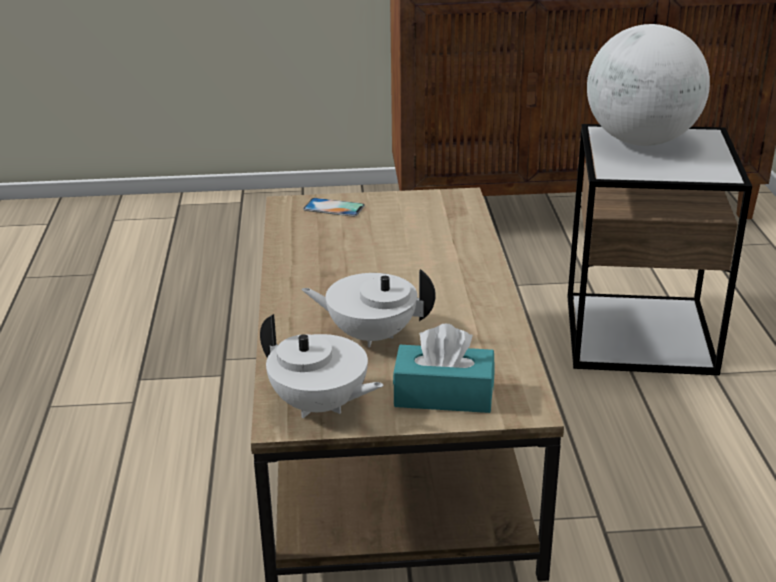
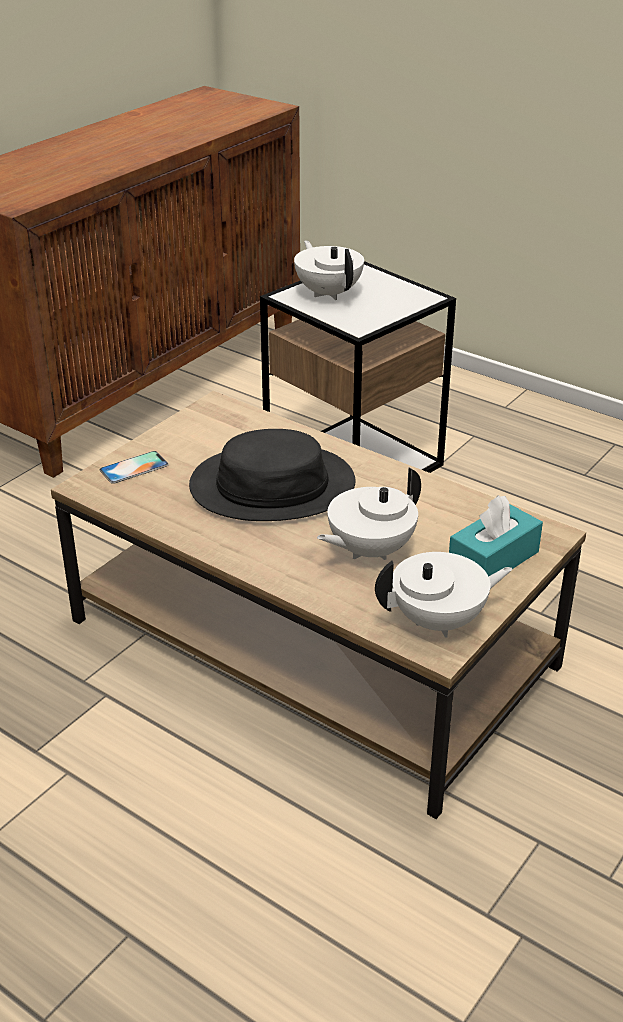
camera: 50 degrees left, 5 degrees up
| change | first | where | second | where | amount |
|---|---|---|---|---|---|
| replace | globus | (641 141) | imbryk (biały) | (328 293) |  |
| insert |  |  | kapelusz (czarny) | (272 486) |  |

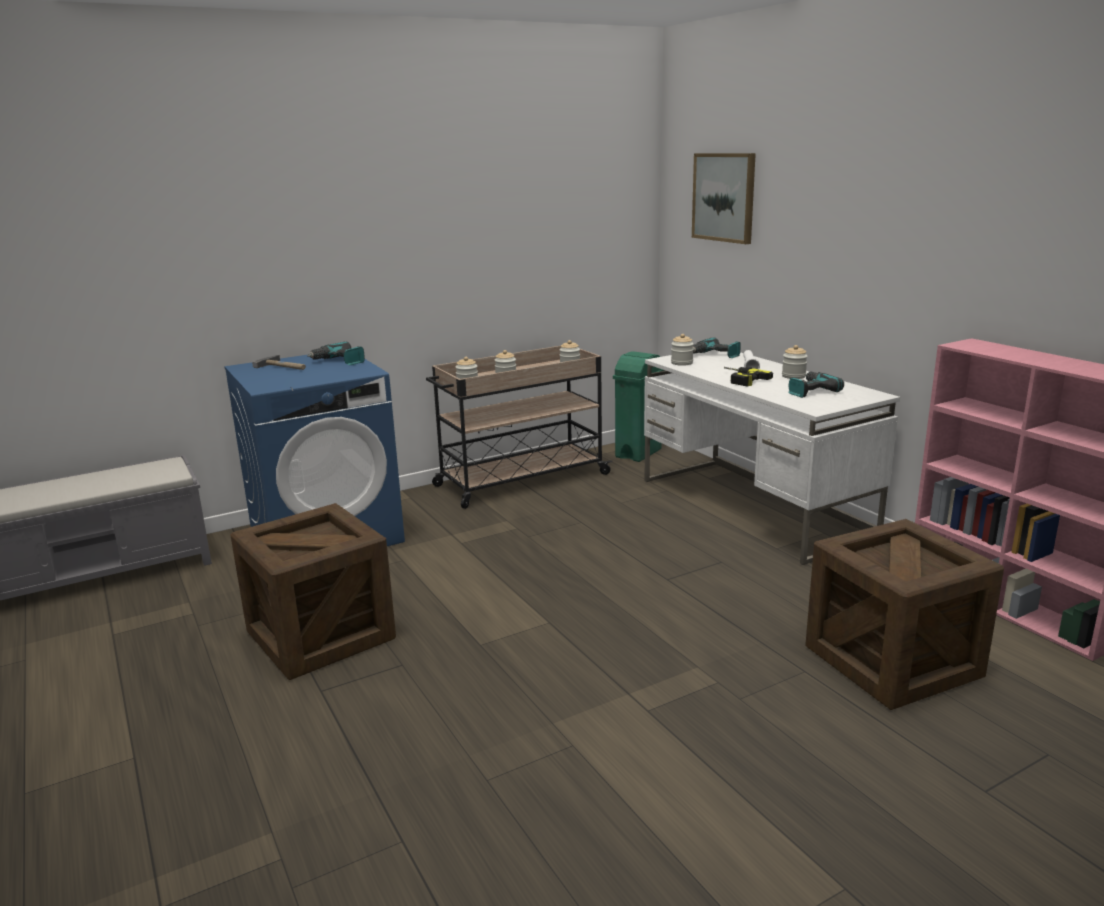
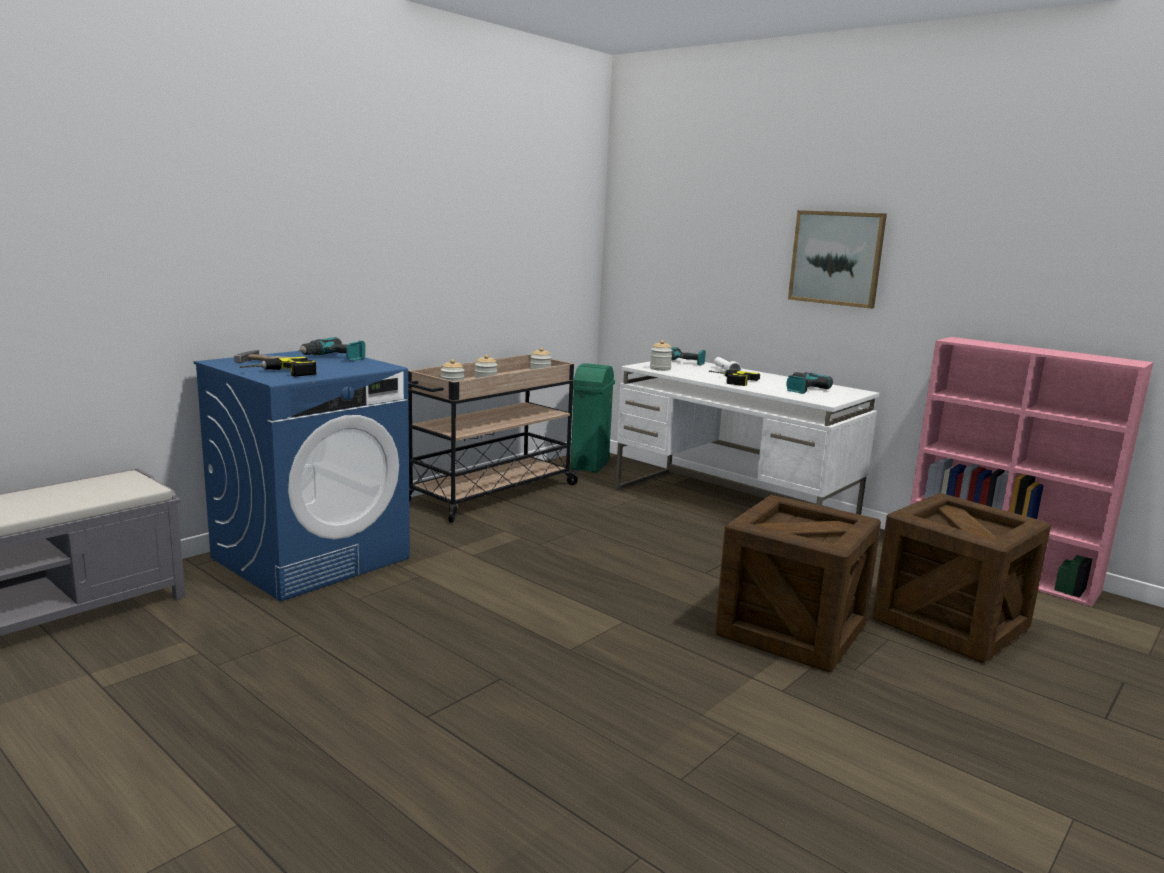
camera: 20 degrees left, 5 degrees down
| change | first | where | second | where | amount |
|---|---|---|---|---|---|
| move | skrzynka | (321 635) |  | (791 630) |  |
| move | obraz | (724 197) |  | (836 258) |  |
| delete | słoik | (793 376) |  |  |  |
| insert |  |  | wiertarka | (281 373) |  |

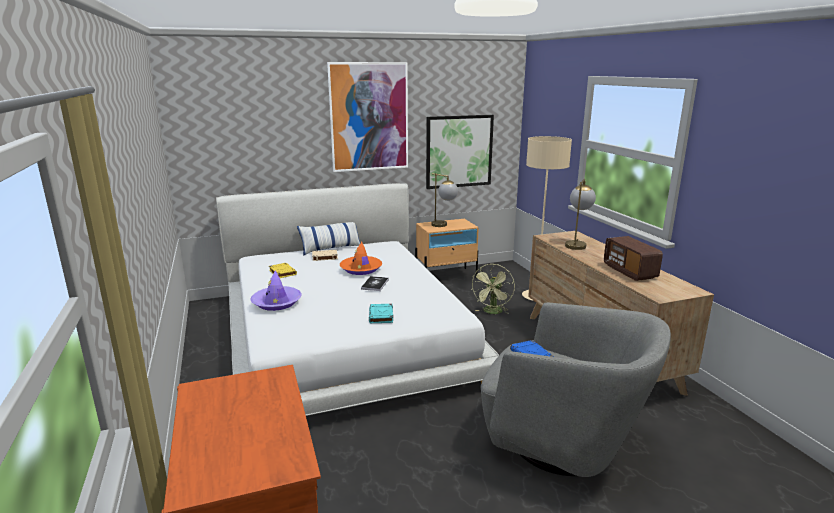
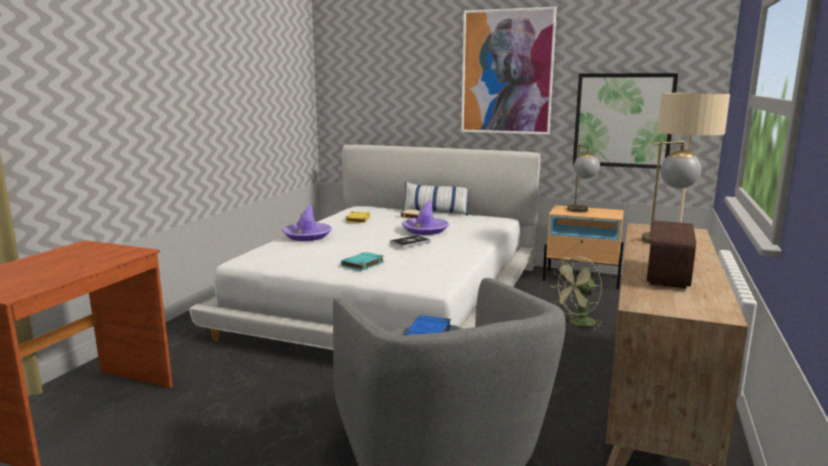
camera: 40 degrees right, 5 degrees down
| change | first | where | second | where | amount |
|---|---|---|---|---|---|
| recolor | kapelusz (pomarańczowy) | (361 269) | kapelusz (fioletowy) | (425 230) |  |

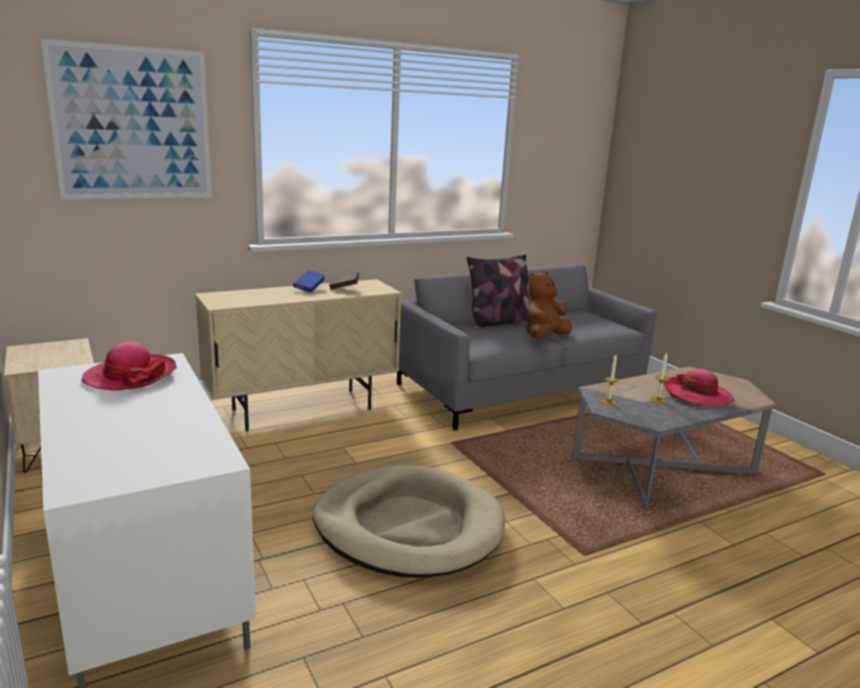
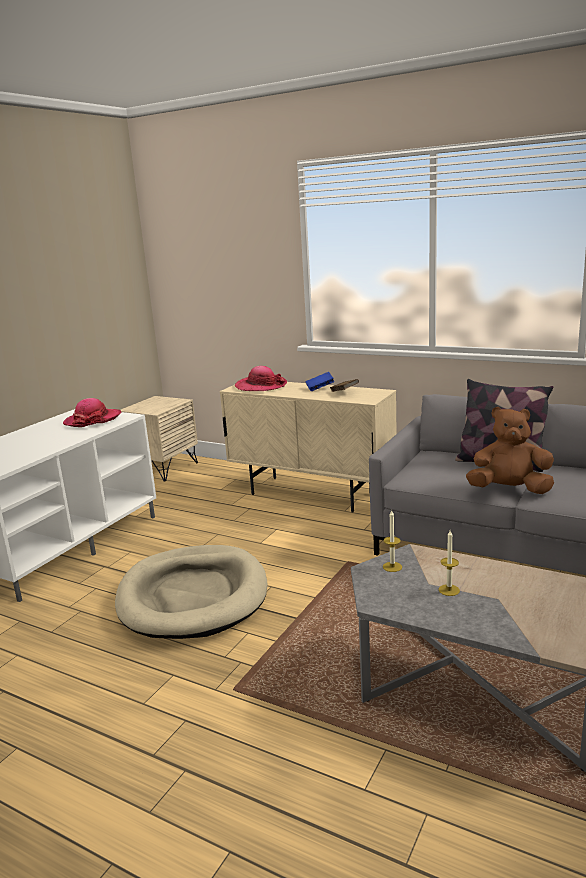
camera: 60 degrees right, 0 degrees up
| change | first | where | second | where | amount |
|---|---|---|---|---|---|
| delete | obraz | (133 124) |  |  |  |
| move | kapelusz | (697 394) |  | (261 386) |  |

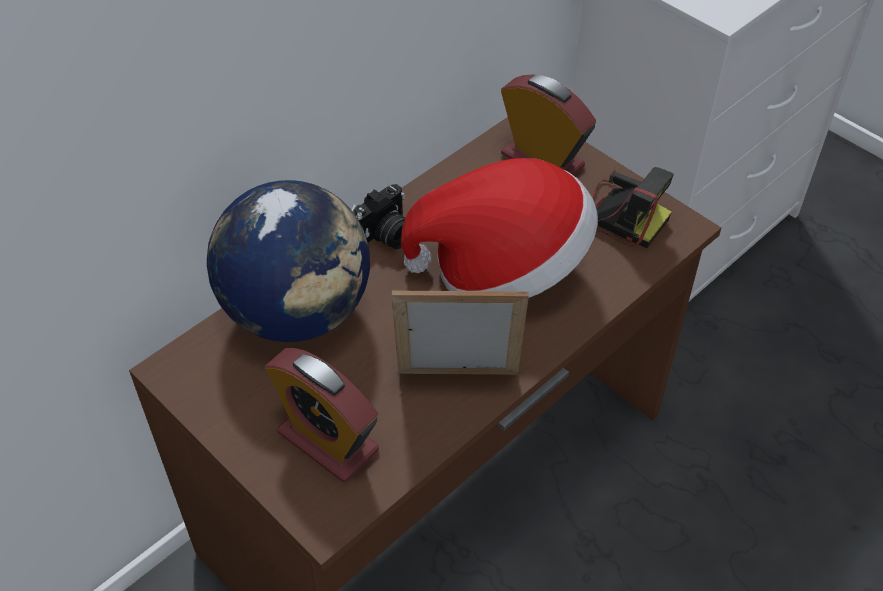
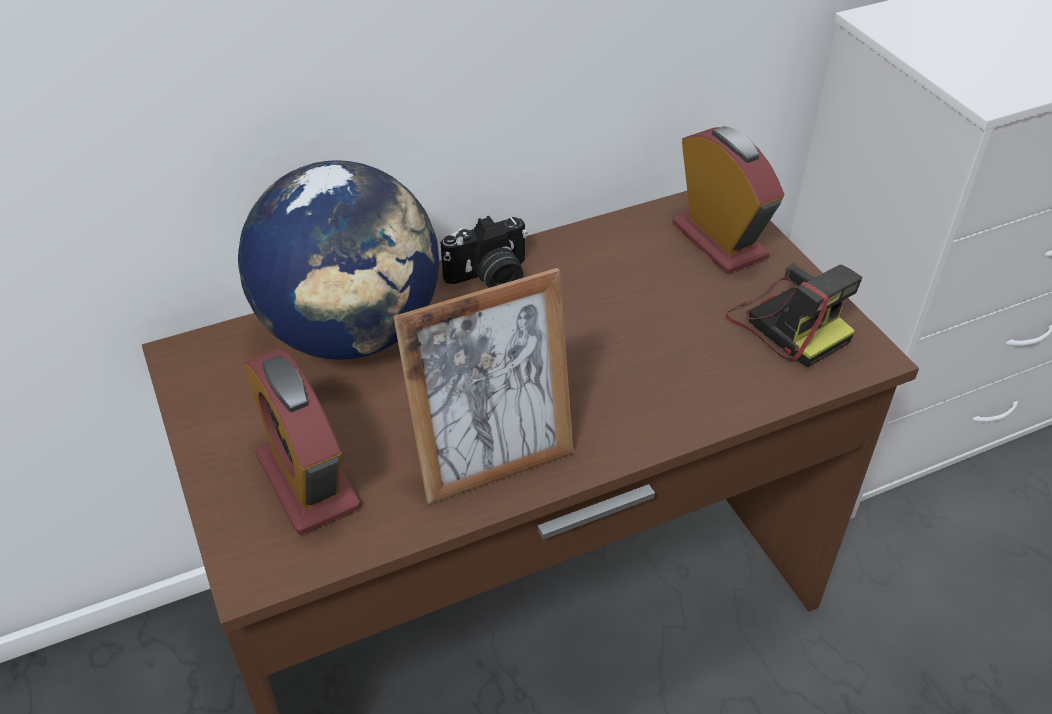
camera: 20 degrees right, 5 degrees down
| change | first | where | second | where | amount |
|---|---|---|---|---|---|
| rotate | ramka na zdjęcie | (458 385) |  | (493 462) | 135 degrees clockwise |
| delete | kapelusz | (503 267) |  |  |  |

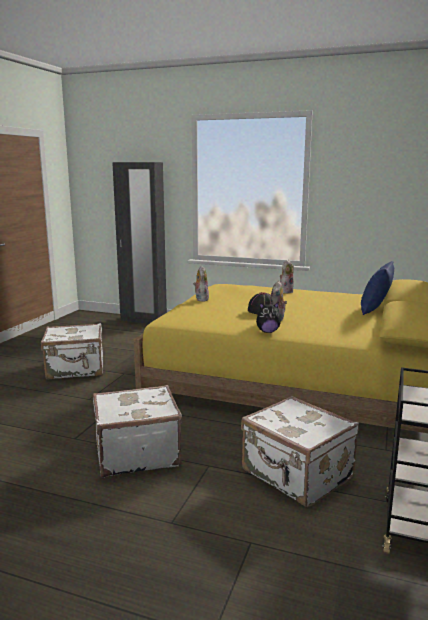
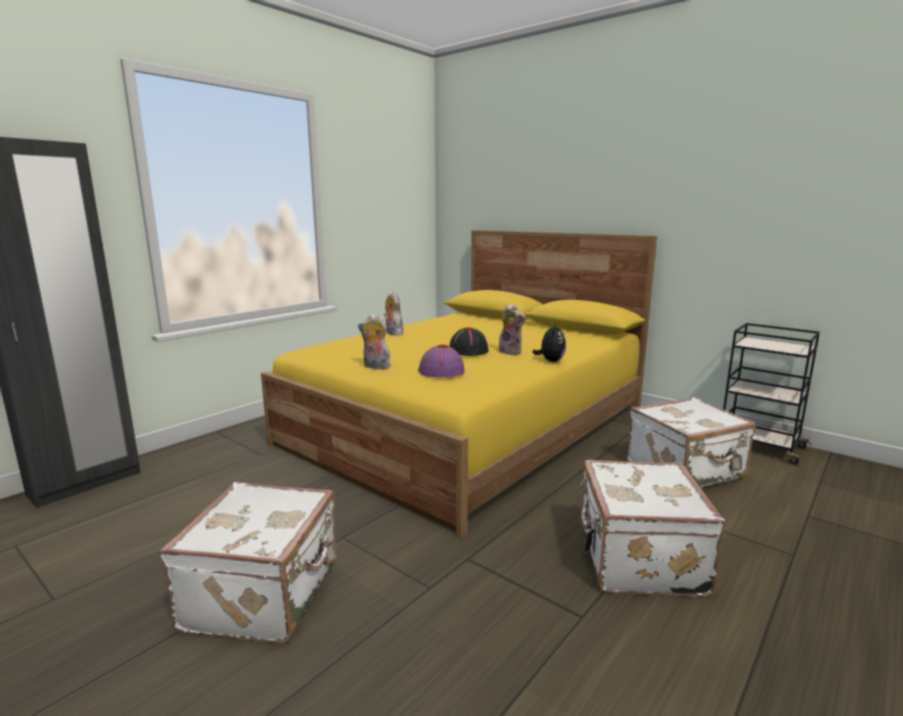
camera: 70 degrees left, 0 degrees up
| change | first | where | second | where | amount |
|---|---|---|---|---|---|
| delete | poduszka (niebieski) | (375 309) |  |  |  |
| insert |  |  | kapelusz (fioletowy) | (441 371) |  |

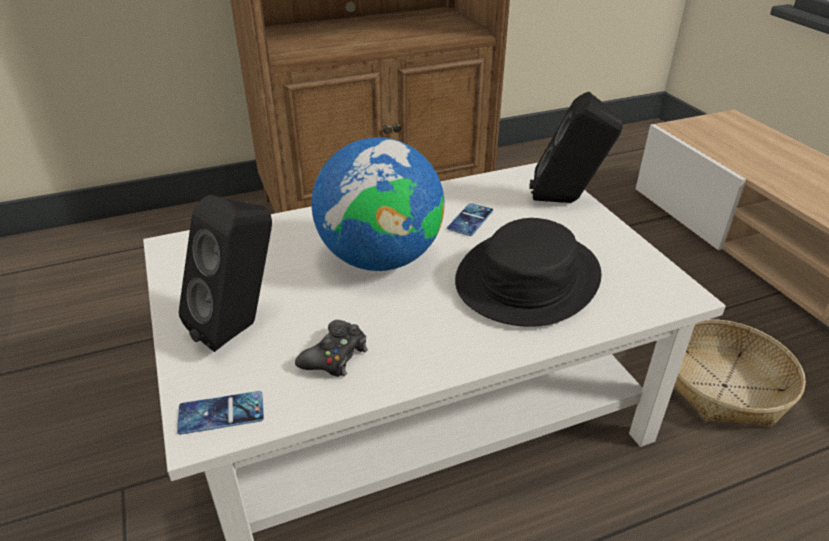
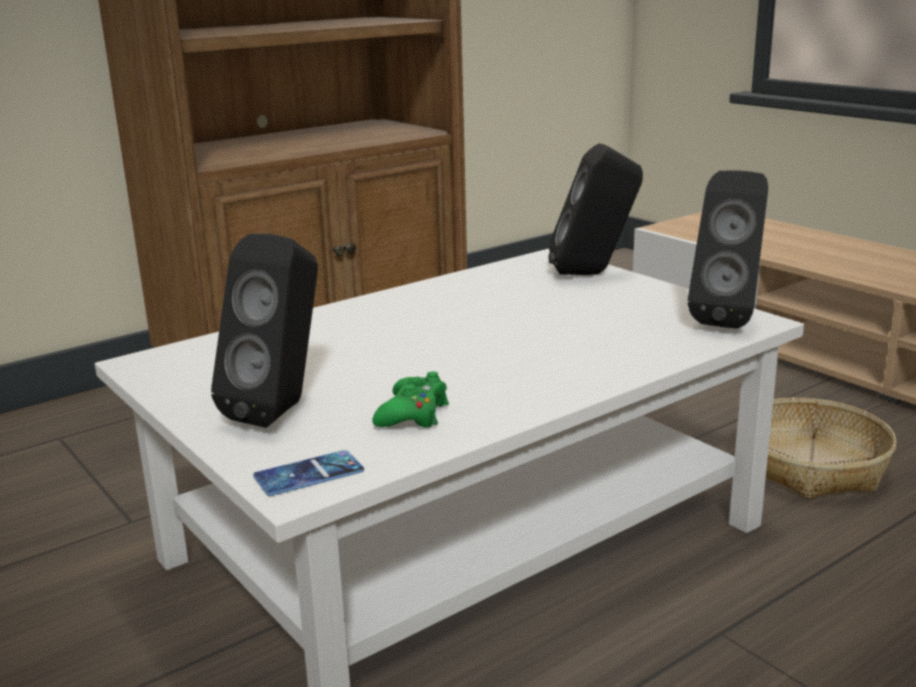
camera: 15 degrees left, 15 degrees down
| change | first | where | second | where | amount |
|---|---|---|---|---|---|
| recolor | pad do gier (czarny) | (335 356) | pad do gier (zielony) | (413 414) |  |
| delete | globus | (379 258) |  |  |  |
| delete | telefon | (470 220) |  |  |  |
| delete | kapelusz (czarny) | (527 278) |  |  |  |
| insert |  |  | głośnik (czarny) | (727 319) |  |

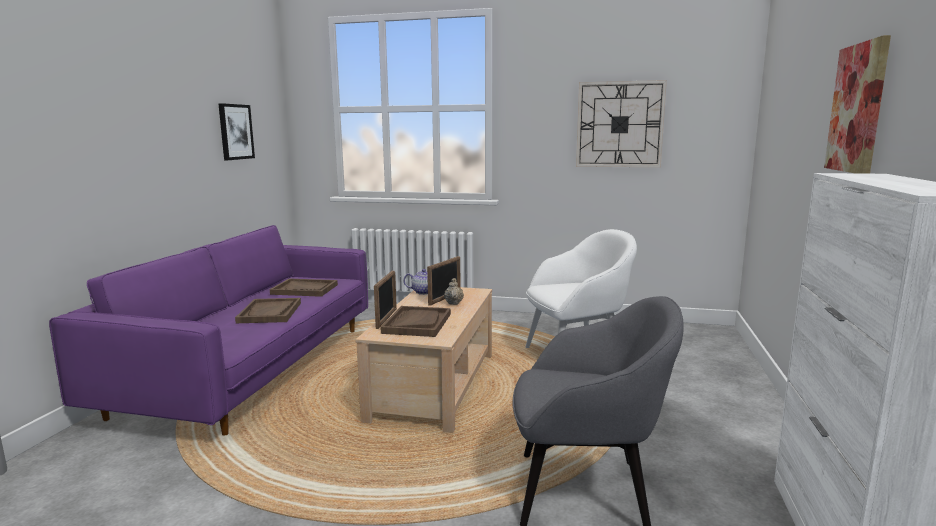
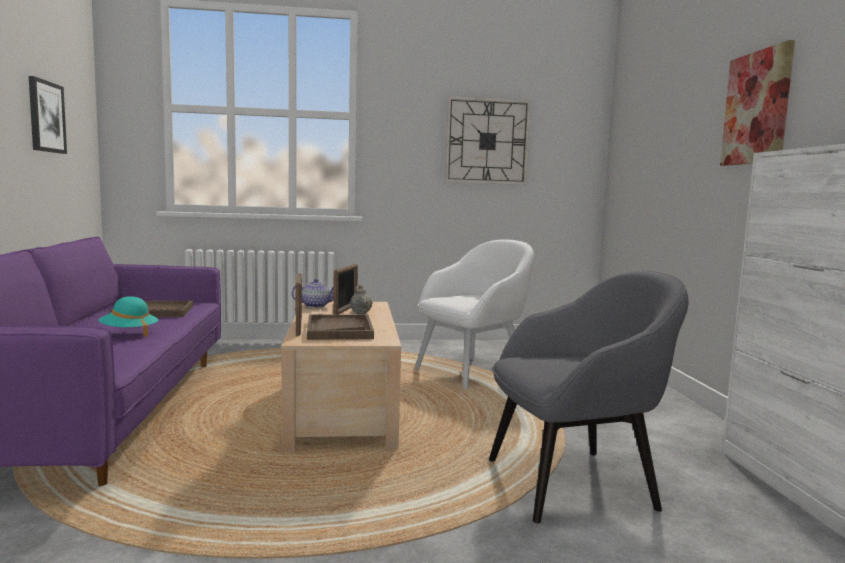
camera: 20 degrees left, 5 degrees down
| change | first | where | second | where | amount |
|---|---|---|---|---|---|
| replace | taca (brązowy) | (270 312) | kapelusz (turkusowy) | (129 333) |  |

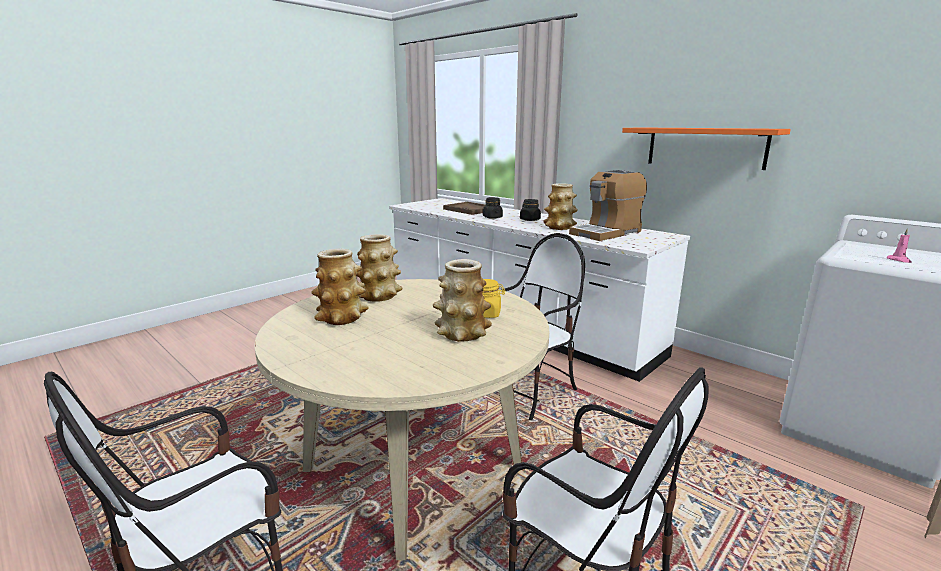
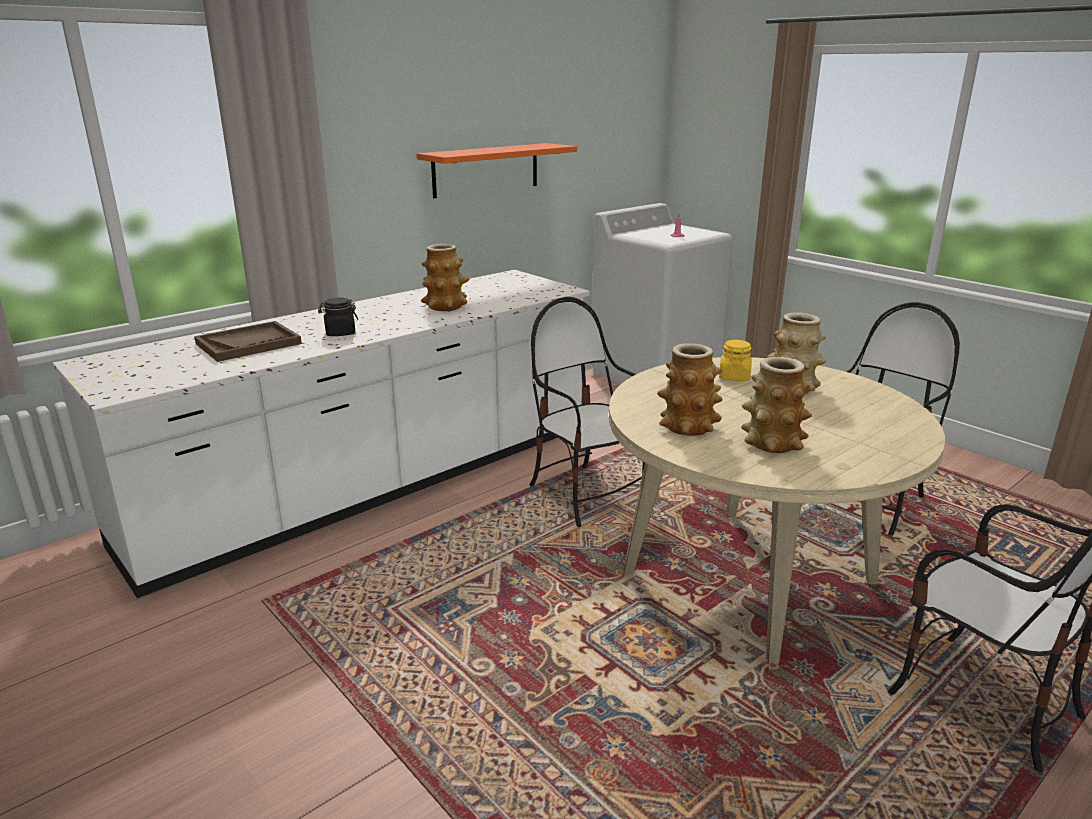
camera: 85 degrees left, 5 degrees up
| change | first | where | second | where | amount |
|---|---|---|---|---|---|
| delete | słoik (czarny) | (530 219) |  |  |  |
| delete | ekspres do kawy | (606 233) |  |  |  |

